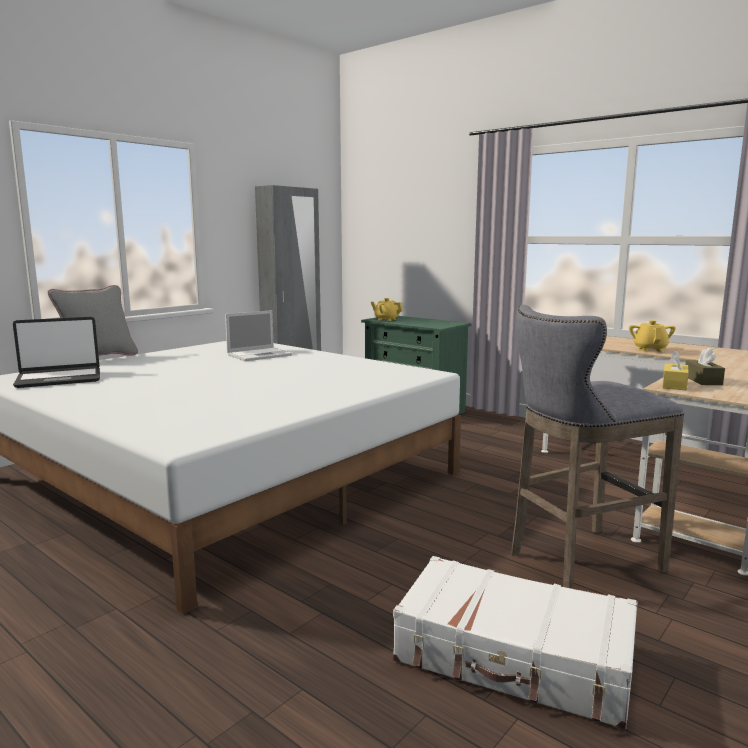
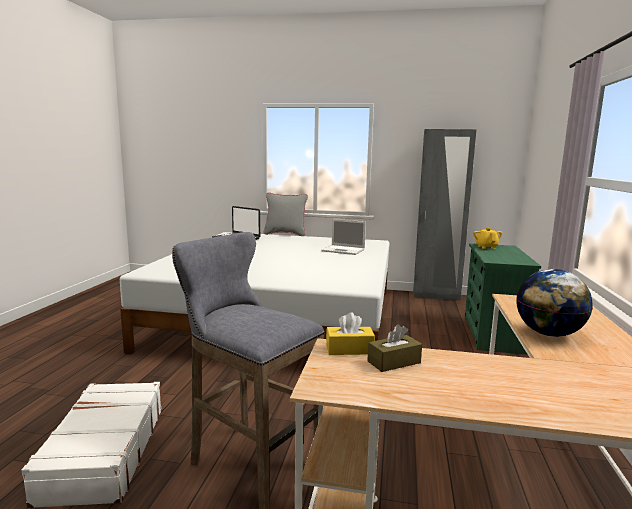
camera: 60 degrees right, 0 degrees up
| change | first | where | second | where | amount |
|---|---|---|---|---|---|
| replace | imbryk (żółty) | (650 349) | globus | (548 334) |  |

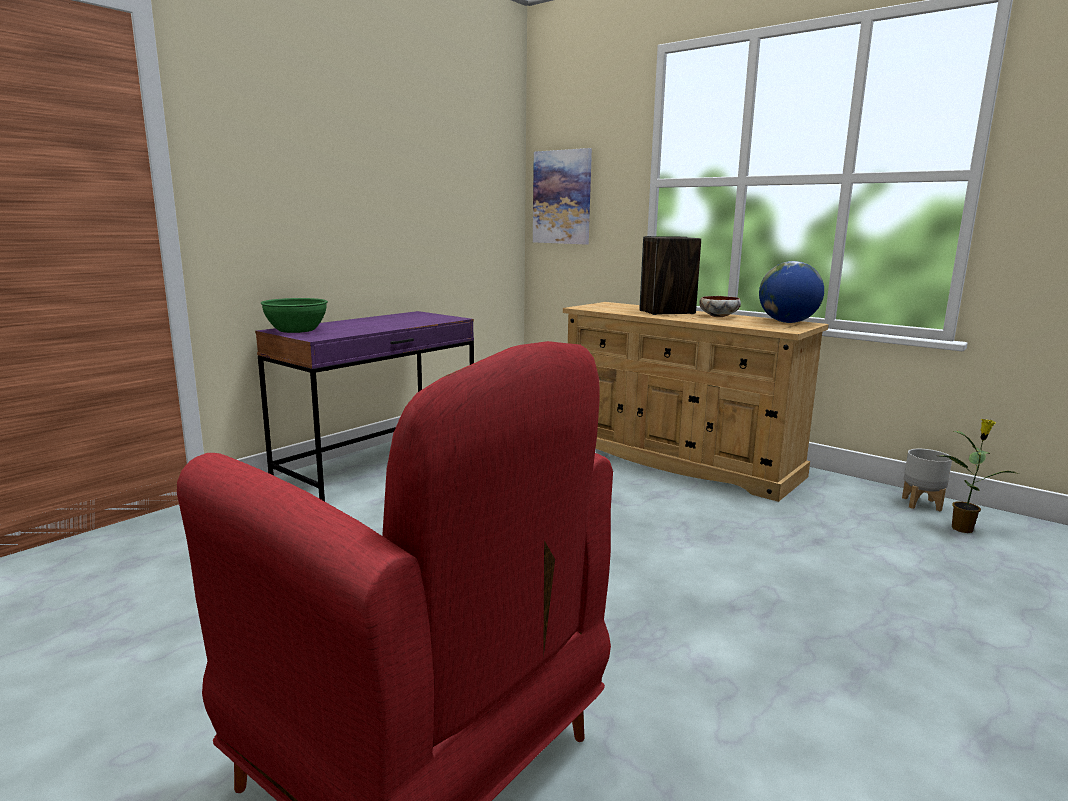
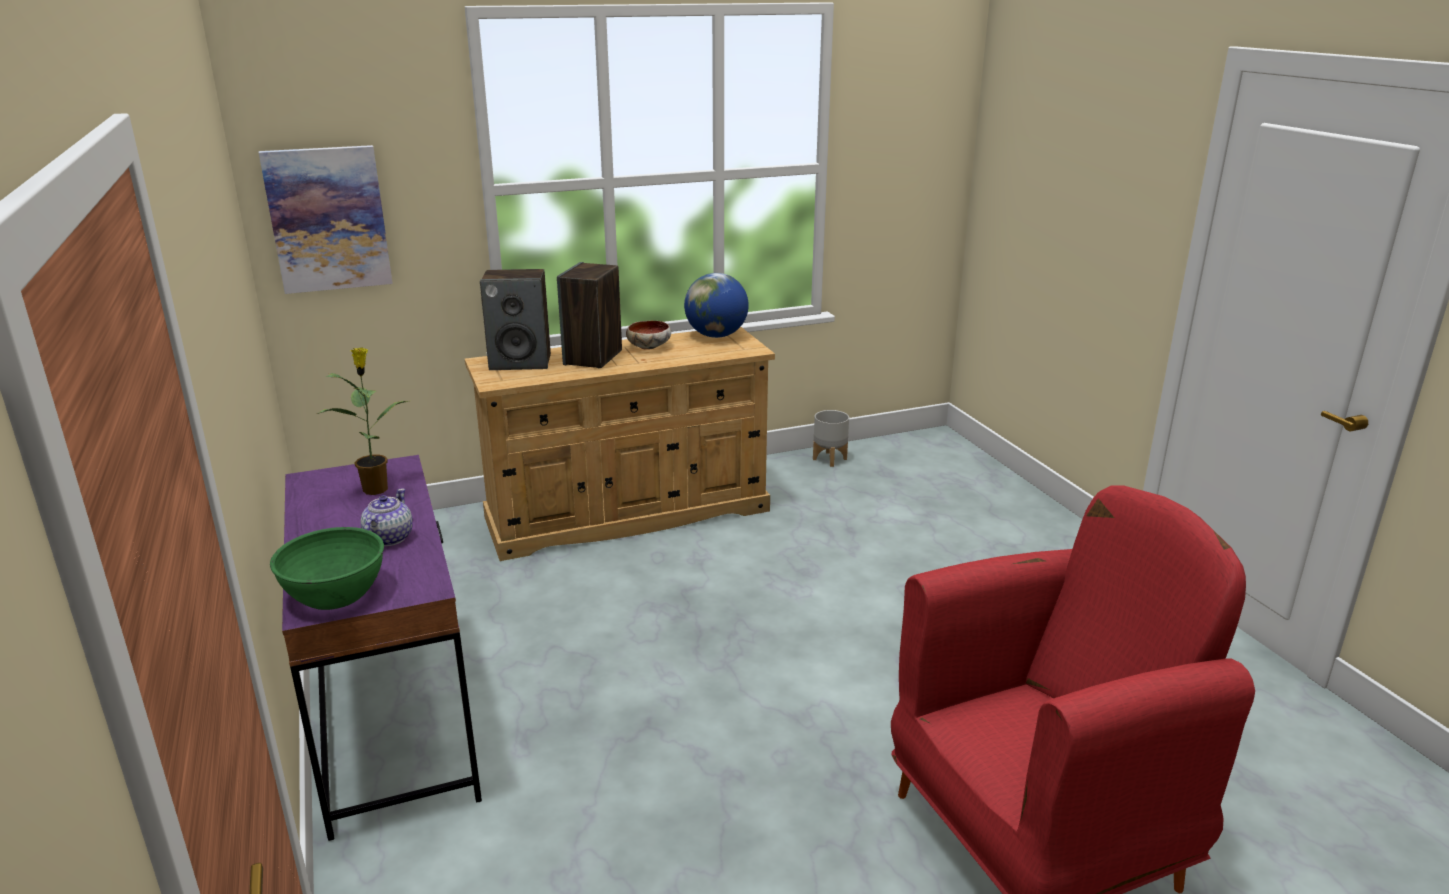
camera: 60 degrees left, 10 degrees up
| change | first | where | second | where | amount |
|---|---|---|---|---|---|
| move | roślina doniczkowa | (963 528) |  | (376 488) |  |
| insert |  |  | imbryk | (388 538) |  |
| insert |  |  | głośnik | (521 362) |  |

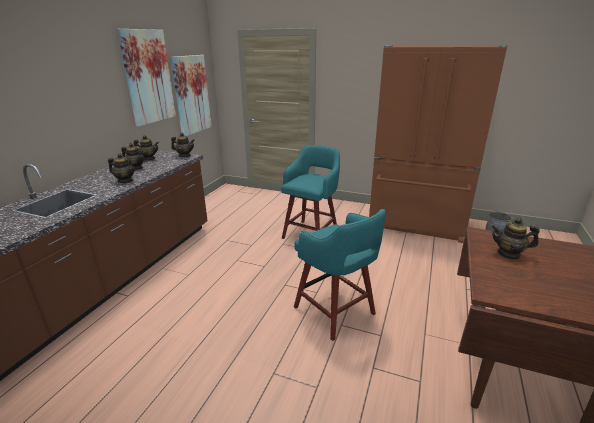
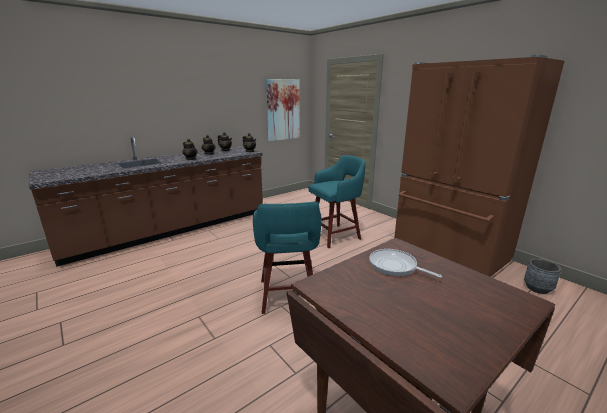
camera: 30 degrees right, 5 degrees down
| change | first | where | second | where | amount |
|---|---|---|---|---|---|
| delete | obraz | (148 77) |  |  |  |
| replace | imbryk | (509 254) | patelnia | (395 266) |  |

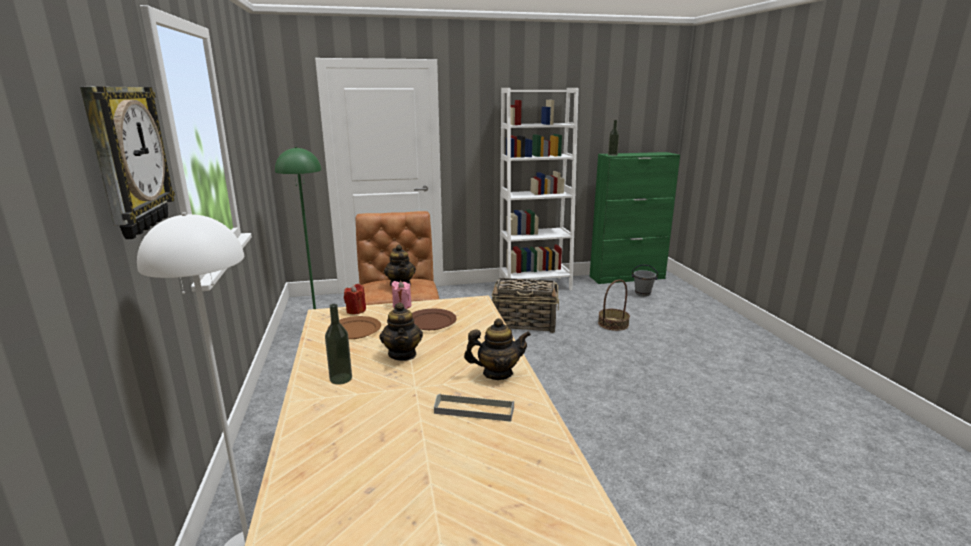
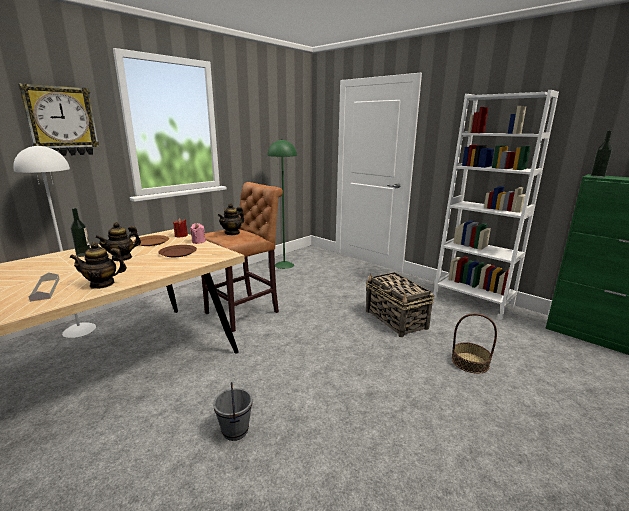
camera: 55 degrees right, 0 degrees up
| change | first | where | second | where | amount |
|---|---|---|---|---|---|
| rotate | imbryk | (497 373) |  | (102 284) | 120 degrees clockwise |
| move | wiadro (szary) | (642 293) |  | (235 431) |  |

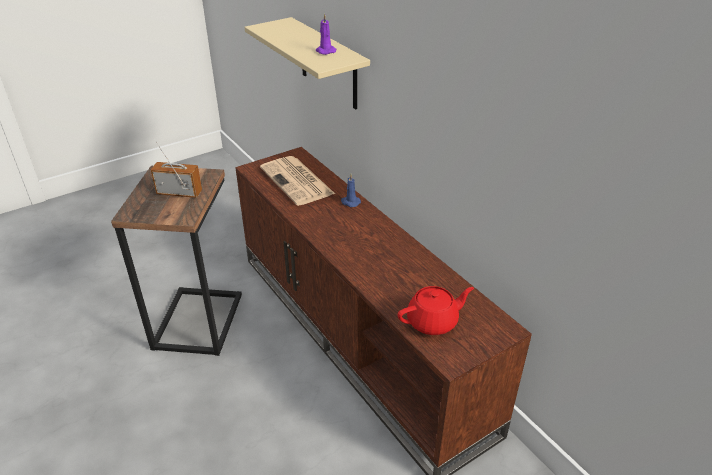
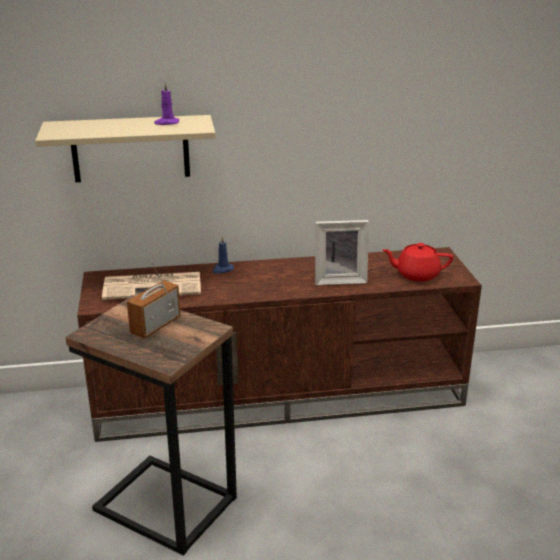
camera: 65 degrees left, 10 degrees down
| change | first | where | second | where | amount |
|---|---|---|---|---|---|
| rotate | imbryk (czerwony) | (433 322) |  | (416 275) | 90 degrees counterclockwise |
| insert |  |  | ramka na zdjęcie | (339 279) |  |

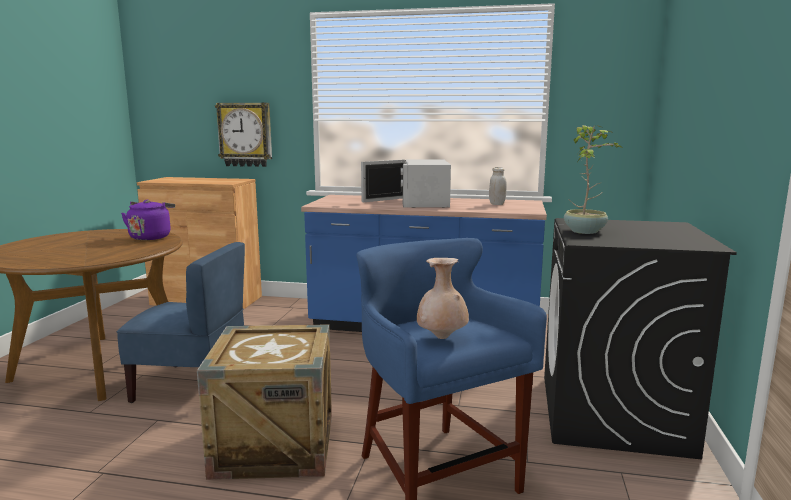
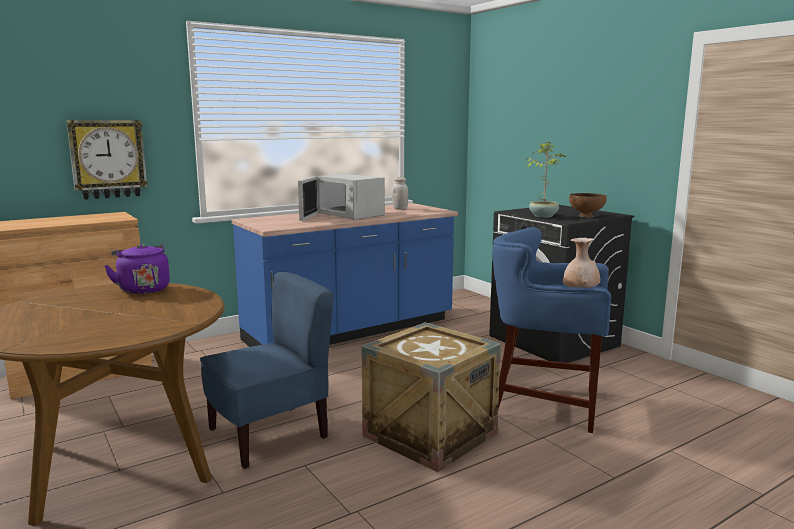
camera: 45 degrees left, 0 degrees up
| change | first | where | second | where | amount |
|---|---|---|---|---|---|
| insert |  |  | miska (brązowy) | (586 216) |  |

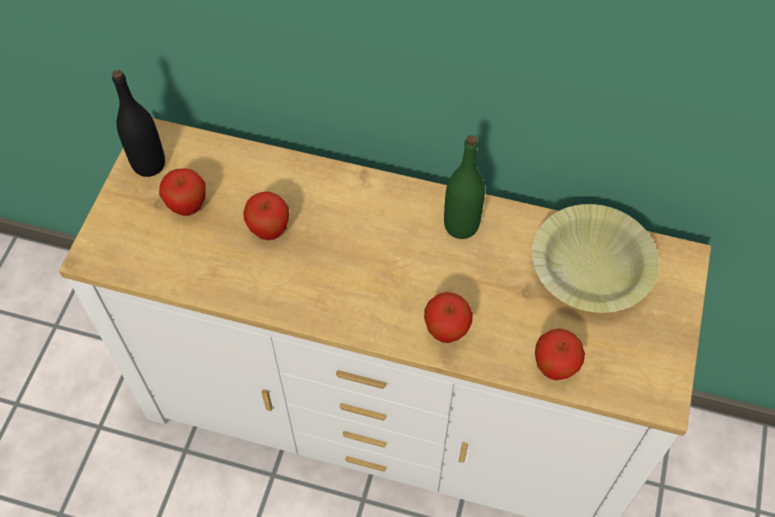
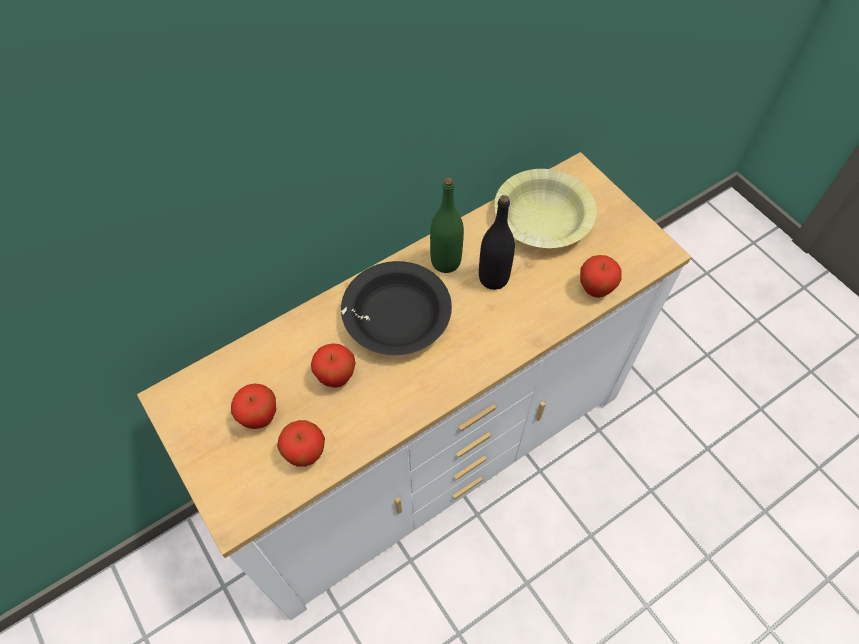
camera: 50 degrees left, 0 degrees up
| change | first | where | second | where | amount |
|---|---|---|---|---|---|
| move | butelka (czarny) | (149 164) |  | (493 278) |  |
| move | jabłko | (446 331) |  | (305 454) |  |
| insert |  |  | miska (czarny) | (396 317) |  |

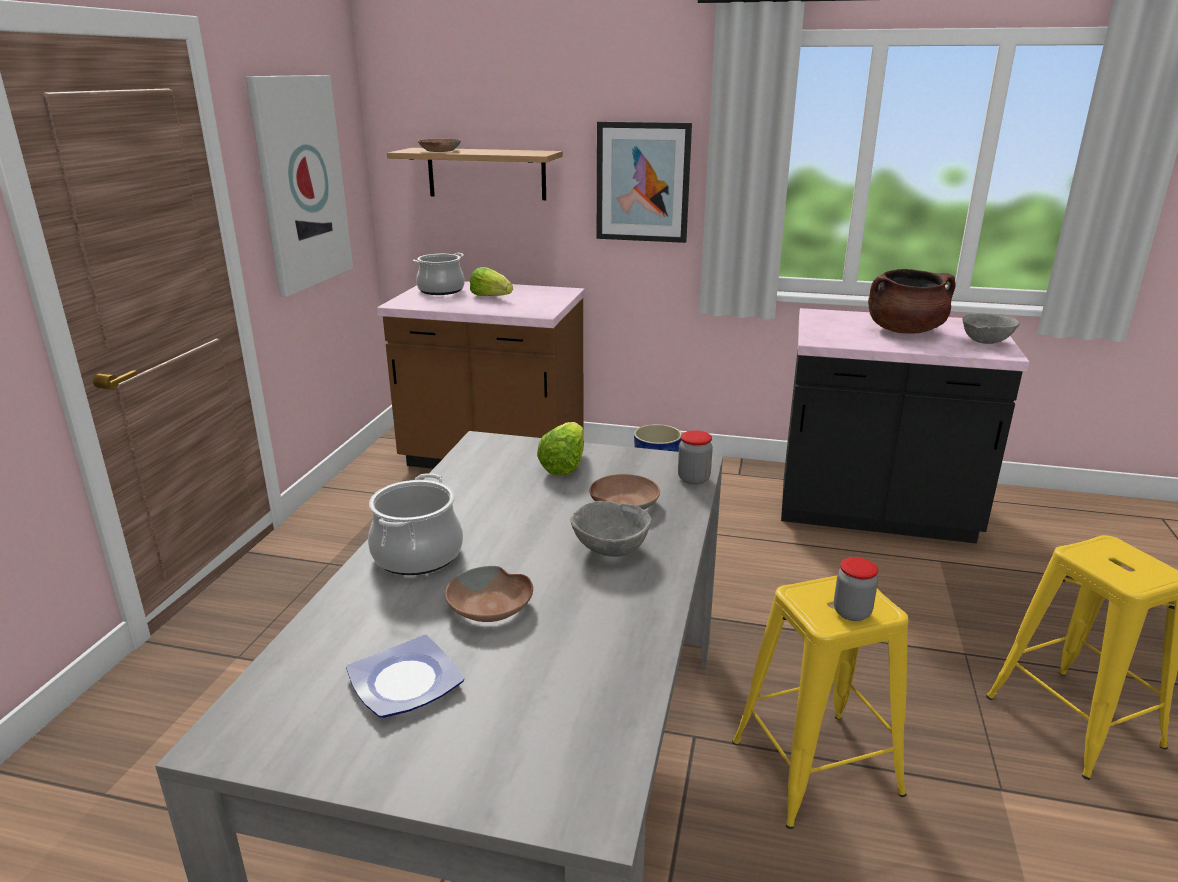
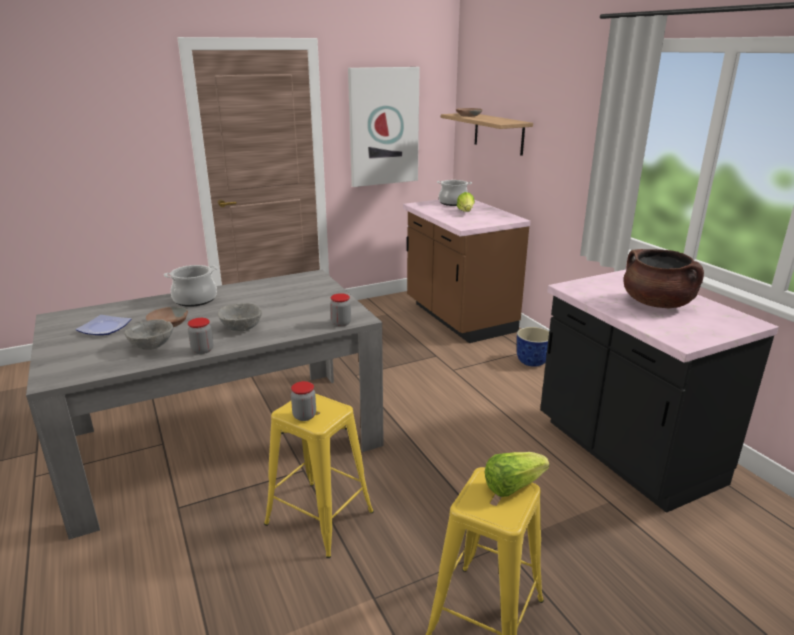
camera: 50 degrees right, 0 degrees up
| change | first | where | second | where | amount |
|---|---|---|---|---|---|
| move | sałata | (564 465) |  | (512 486) |  |
| delete | miska (brązowy) | (623 503) |  |  |  |
| delete | obraz | (643 182) |  |  |  |
| move | miska (szary) | (986 342) |  | (151 347) |  |
| insert |  |  | słoik | (202 350) |  |

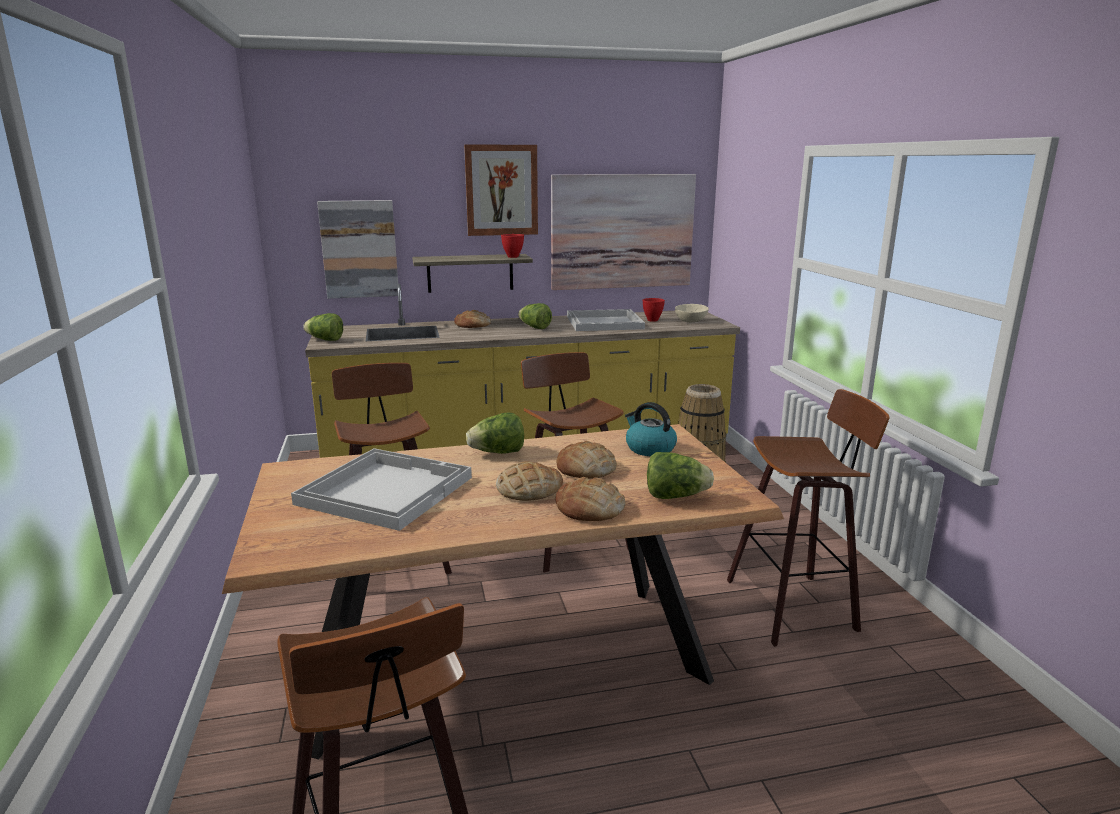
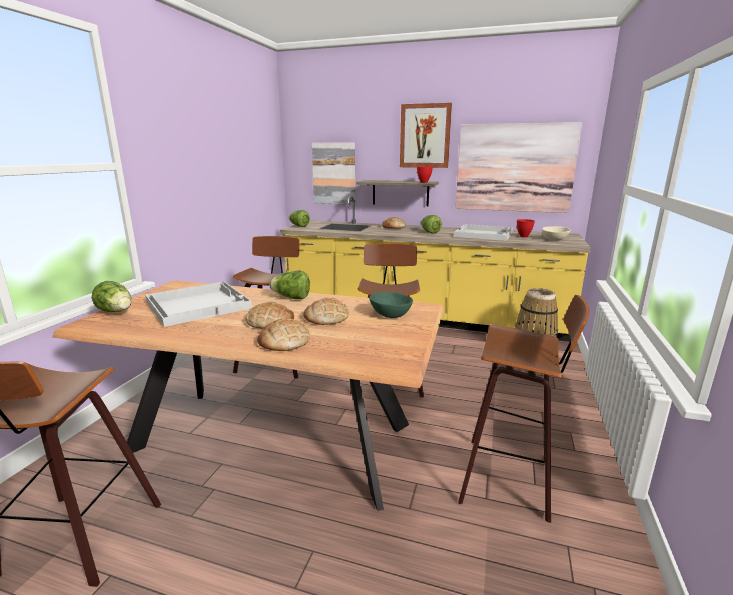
camera: 30 degrees right, 0 degrees up
| change | first | where | second | where | amount |
|---|---|---|---|---|---|
| replace | czajnik | (649 448) | miska (zielony) | (390 315) |  |
| move | sałata | (675 496) |  | (117 312) |  |

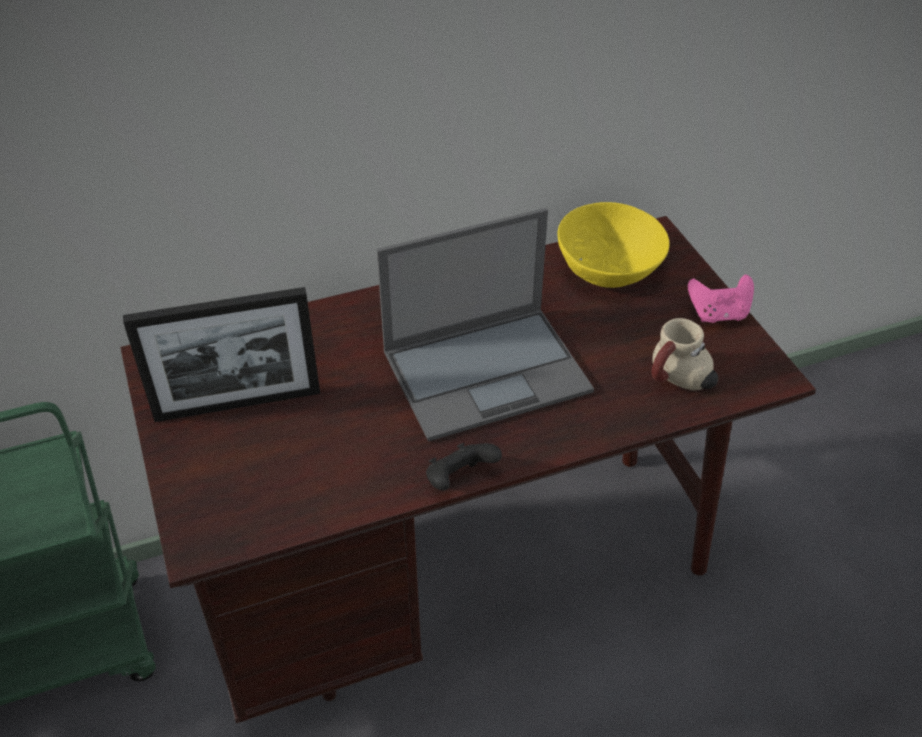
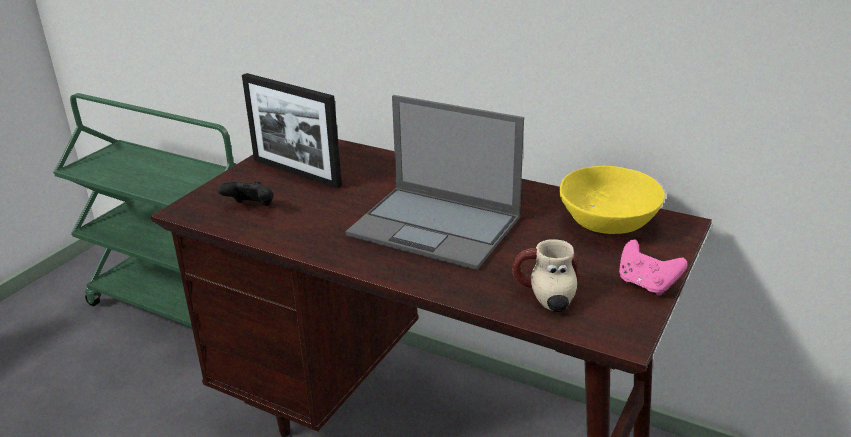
camera: 50 degrees right, 15 degrees down
| change | first | where | second | where | amount |
|---|---|---|---|---|---|
| move | pad do gier (czarny) | (459 480) |  | (251 208) |  |

